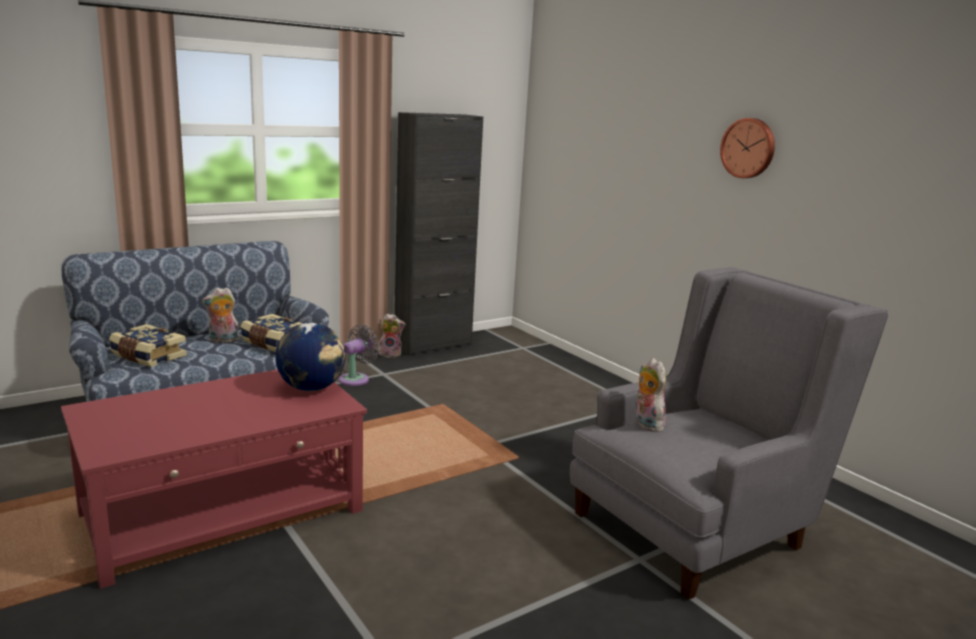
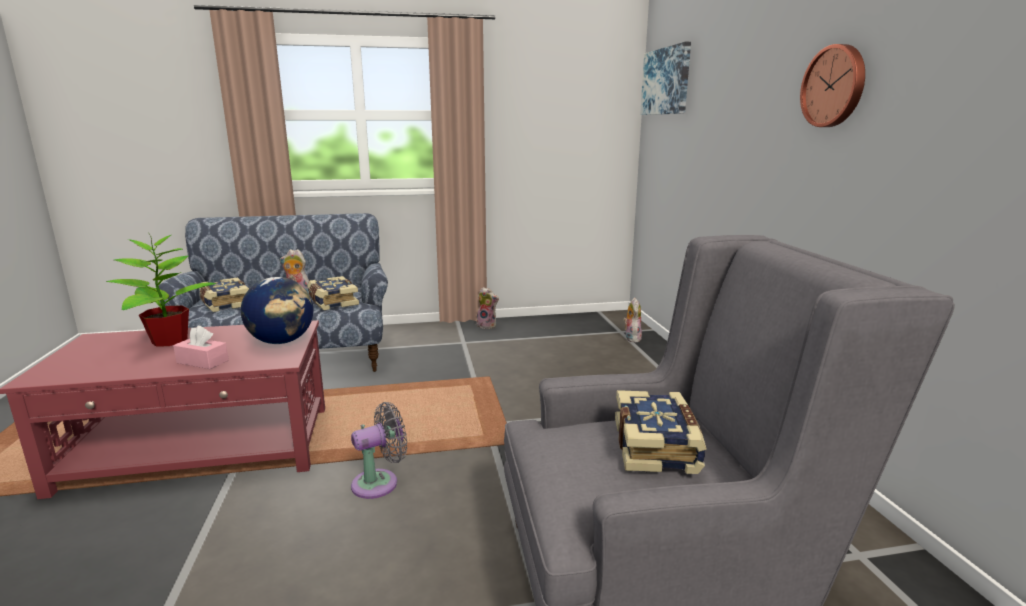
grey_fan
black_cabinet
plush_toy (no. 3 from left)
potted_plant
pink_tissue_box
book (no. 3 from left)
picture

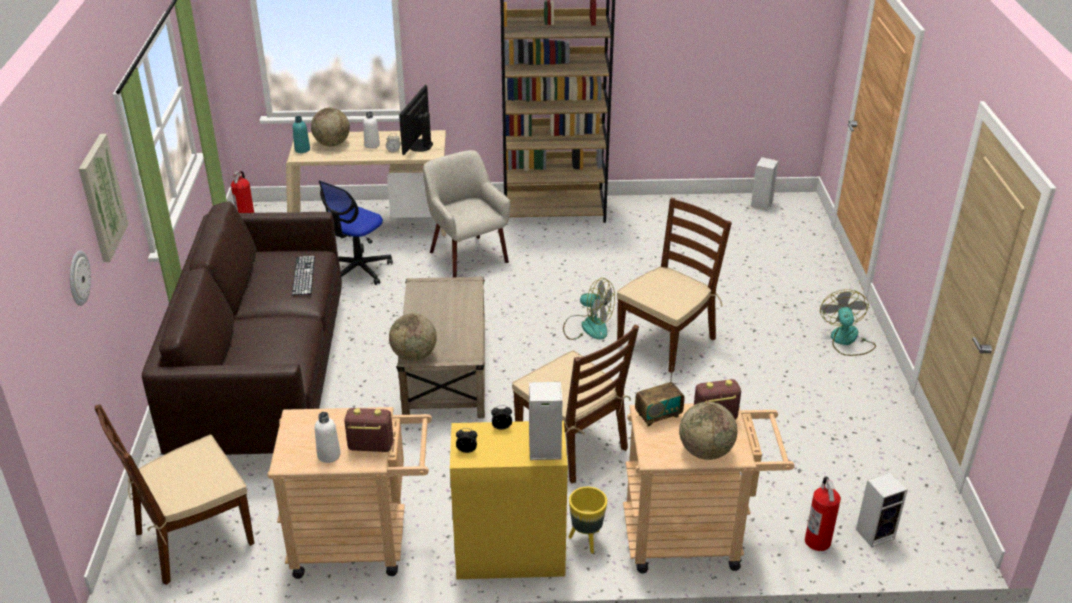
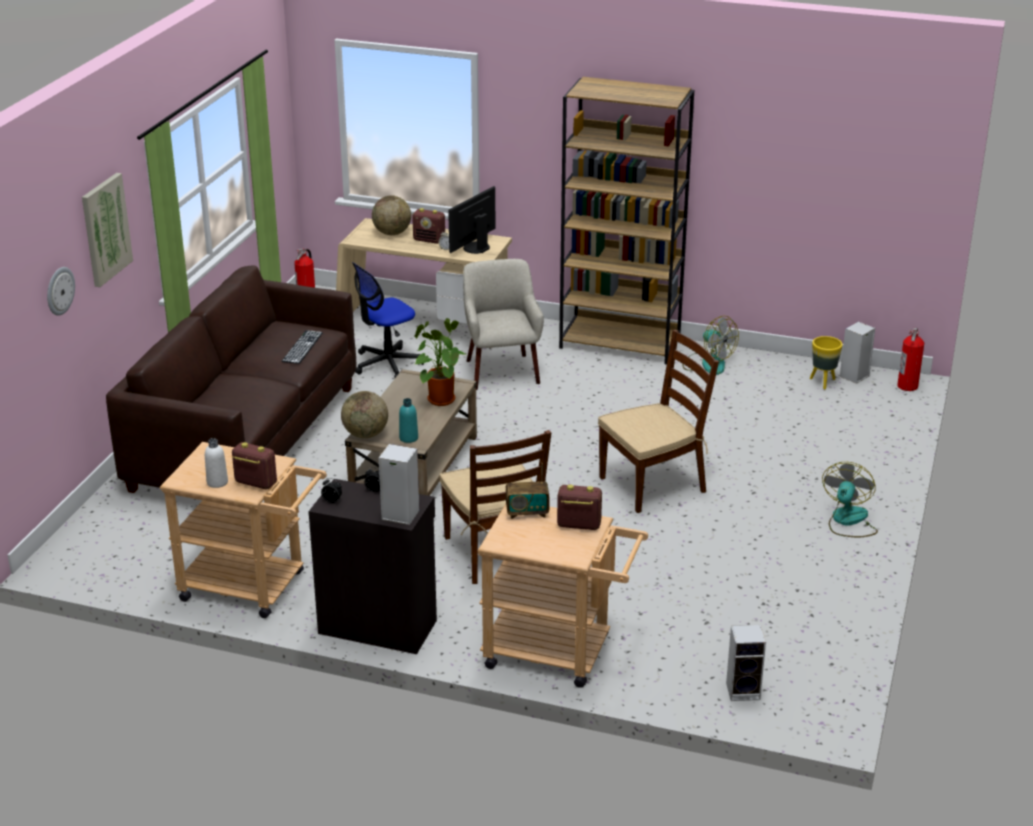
brown_chair (no. 1 from left in the first image)
turquoise_bottle
radio (no. 2 from left)
black_cabinet
fan (no. 1 from left)
yellow_planter
globe (no. 3 from left in the first image)
fire_extinguisher (no. 2 from left)
potted_plant

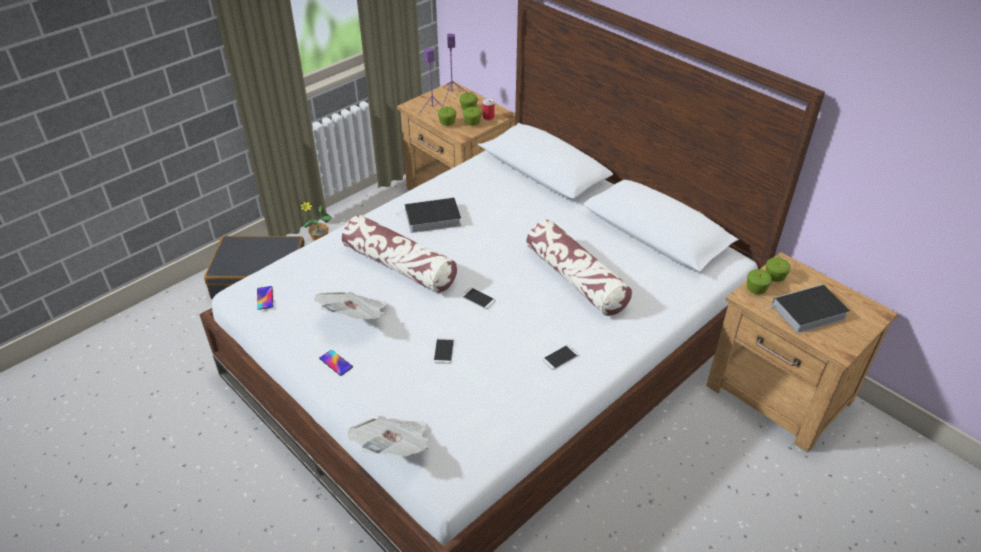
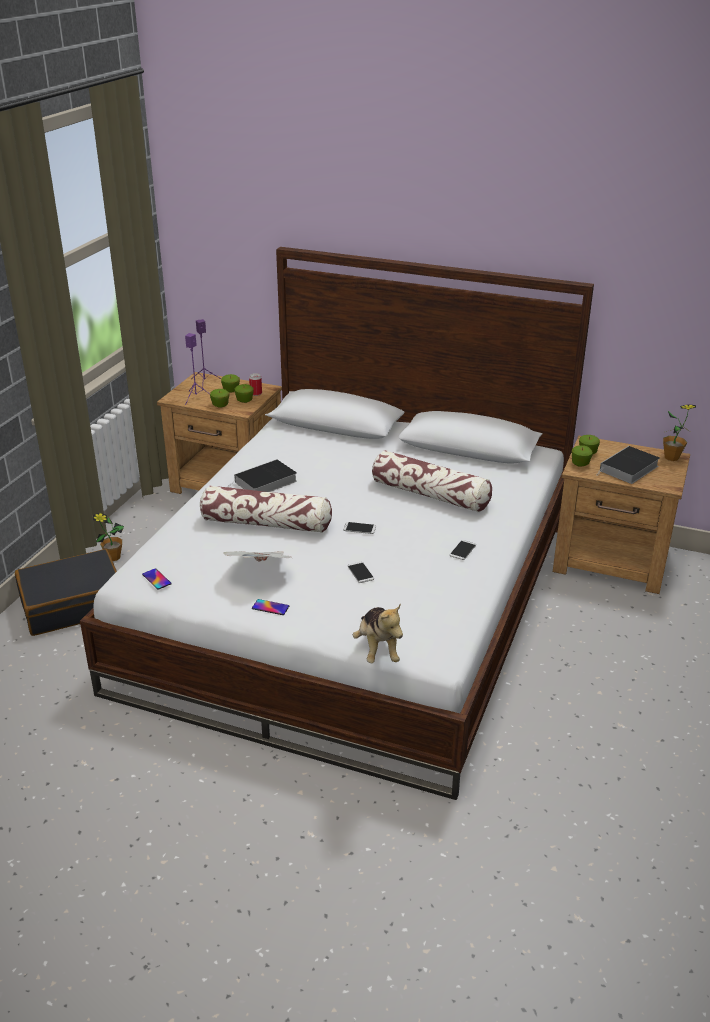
plush_toy
potted_plant (no. 2 from left)

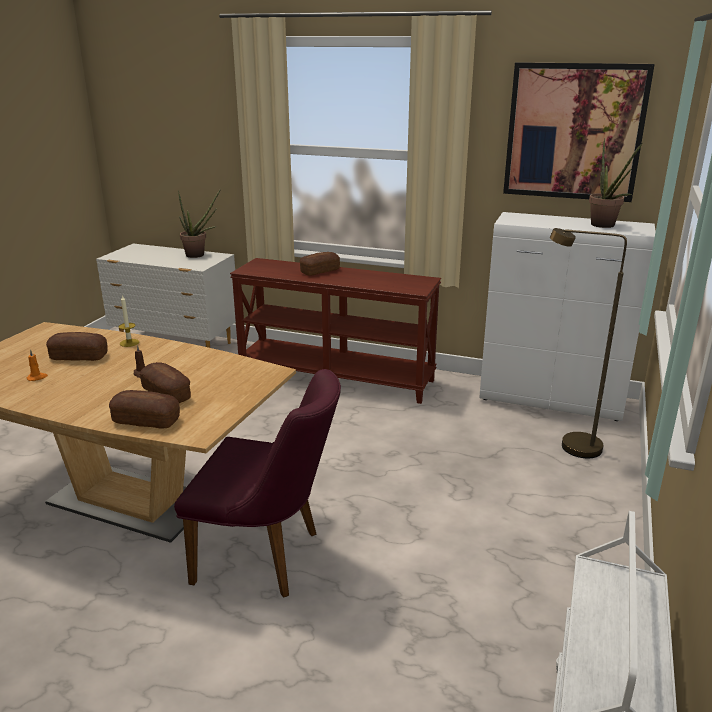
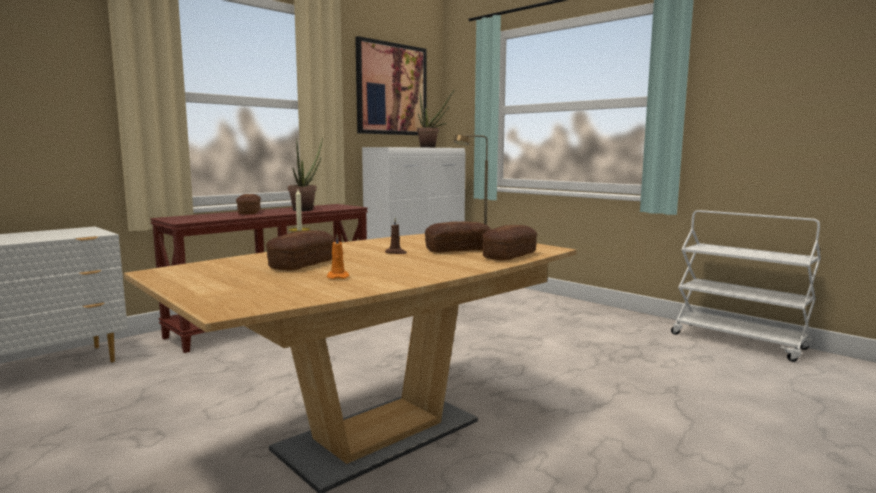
purple_chair
potted_plant (no. 1 from left)

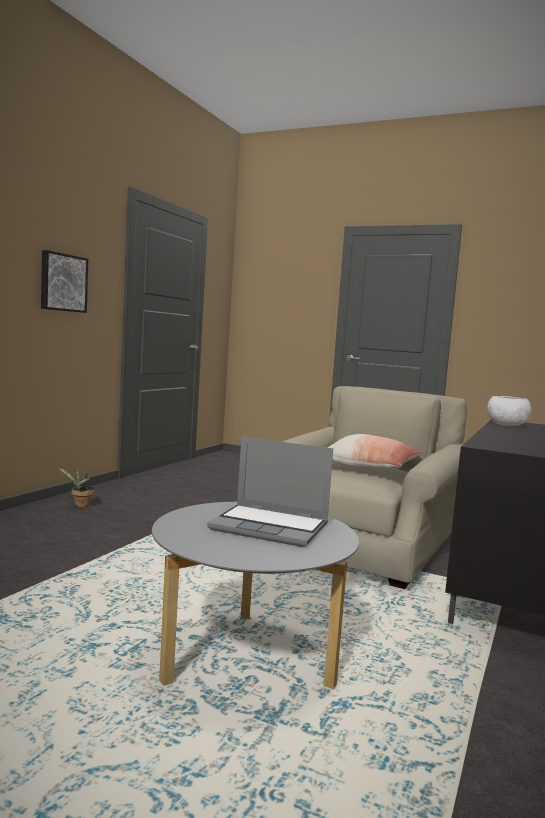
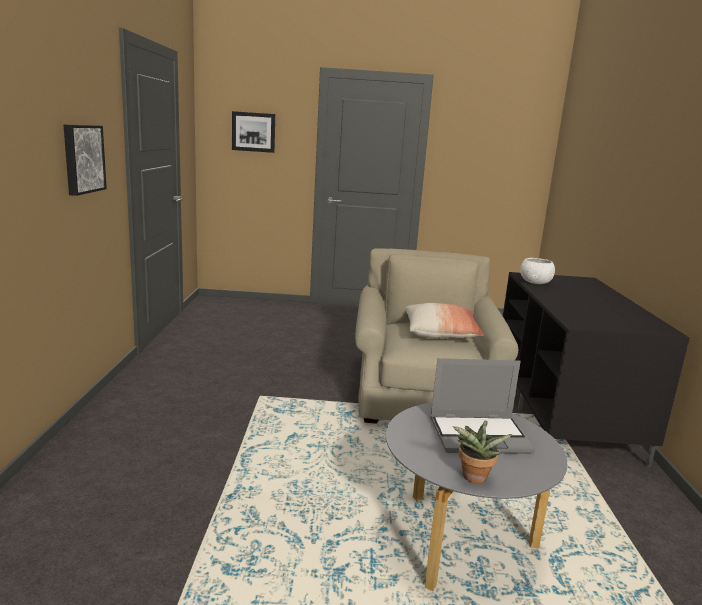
potted_plant
picture (no. 2 from left)

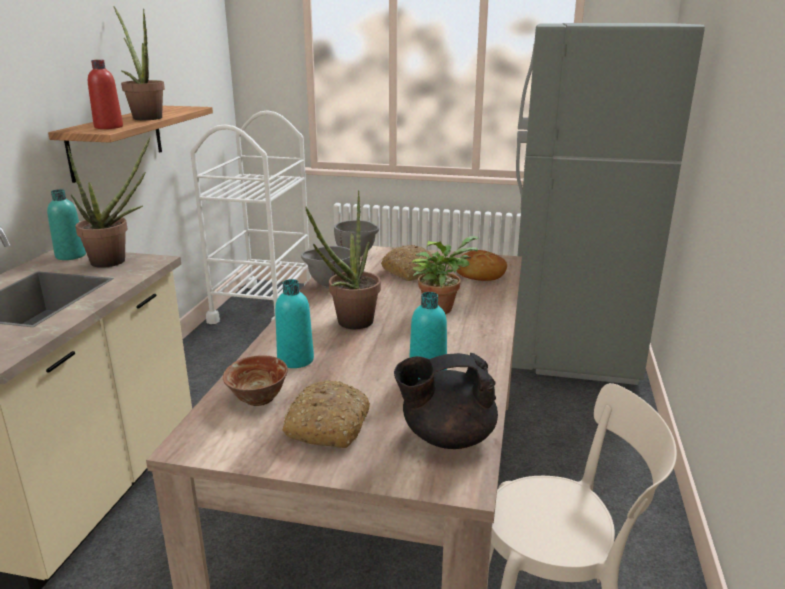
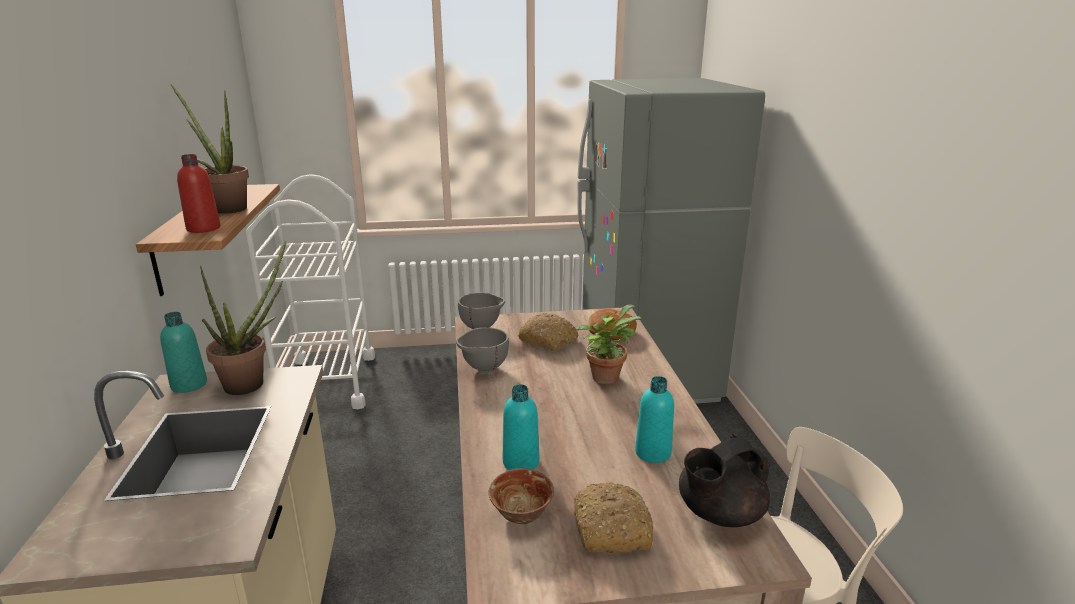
potted_plant (no. 3 from left in the first image)

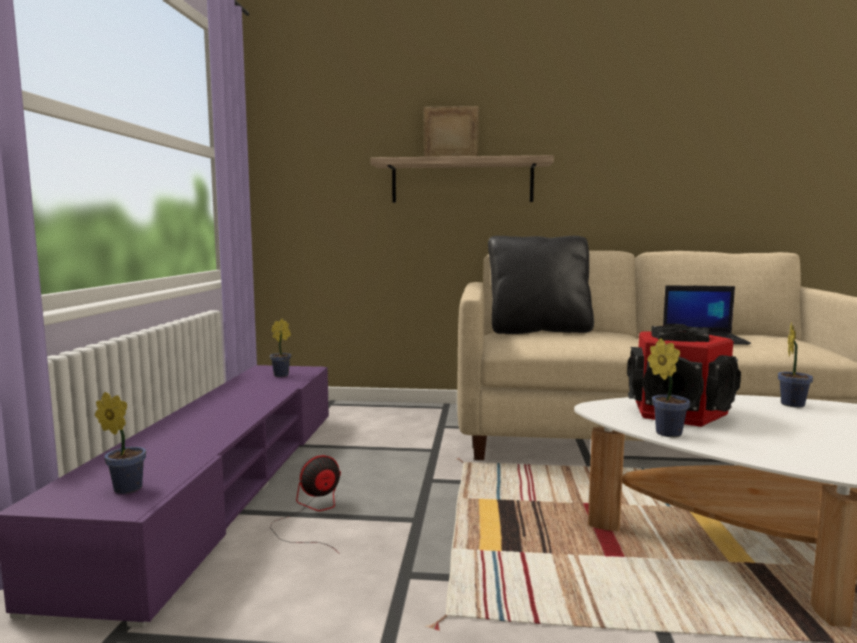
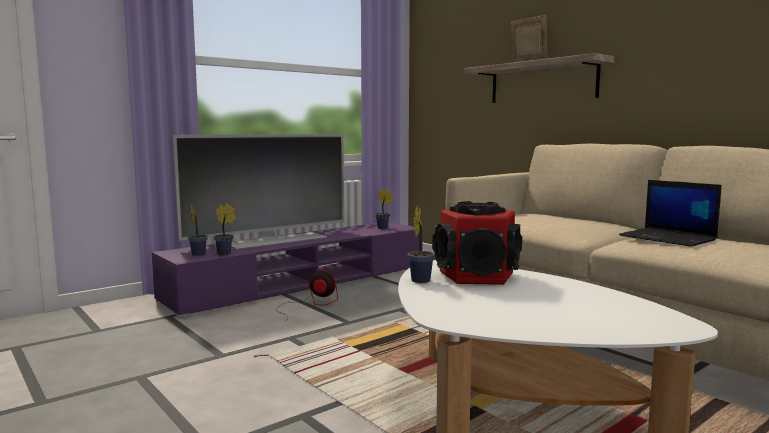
black_pillow
potted_plant (no. 2 from left)
television

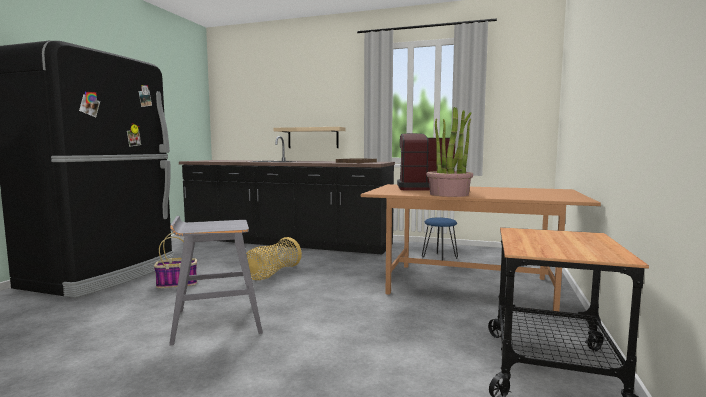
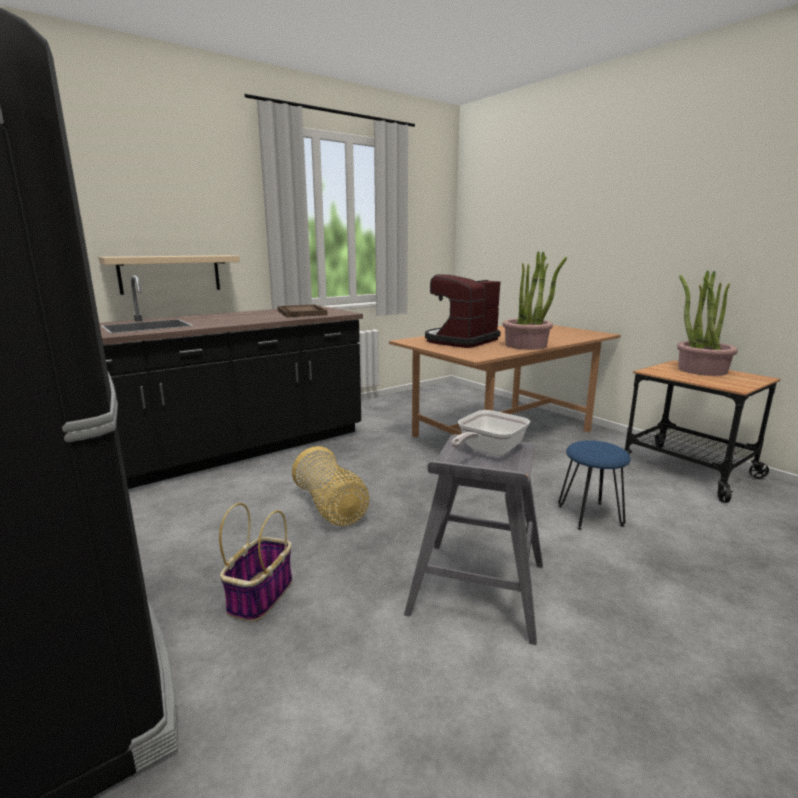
blue_stool
frying_pan
potted_plant (no. 2 from left)

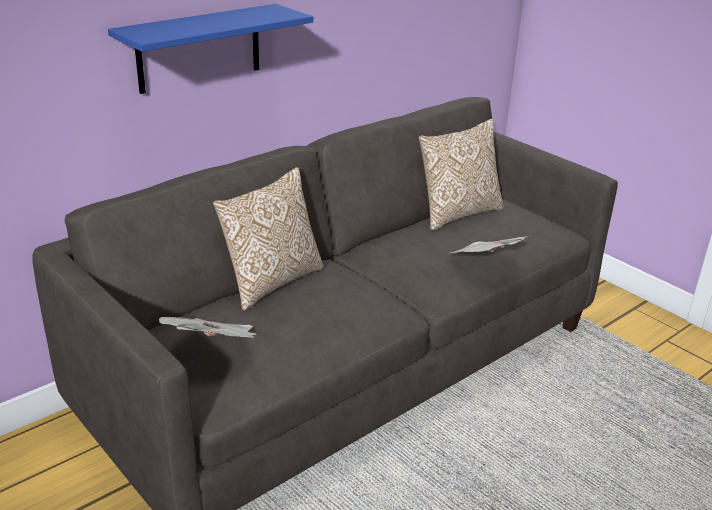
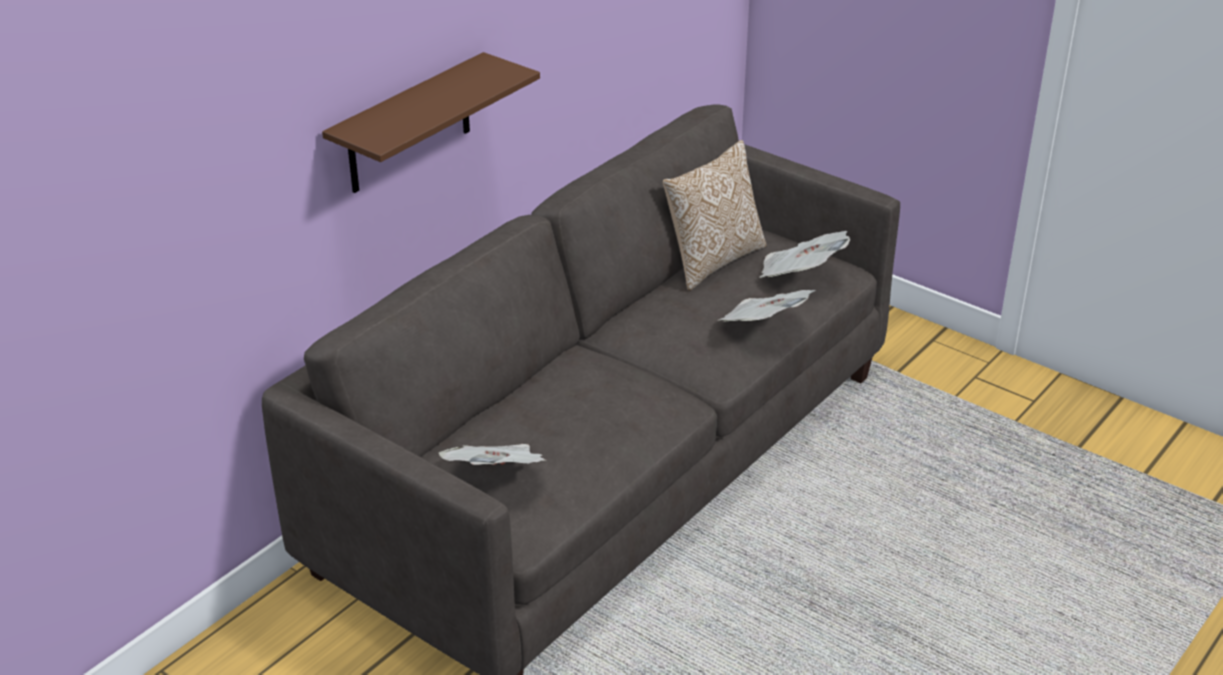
brown_shelf
pillow (no. 1 from left in the first image)
newspaper (no. 3 from left)

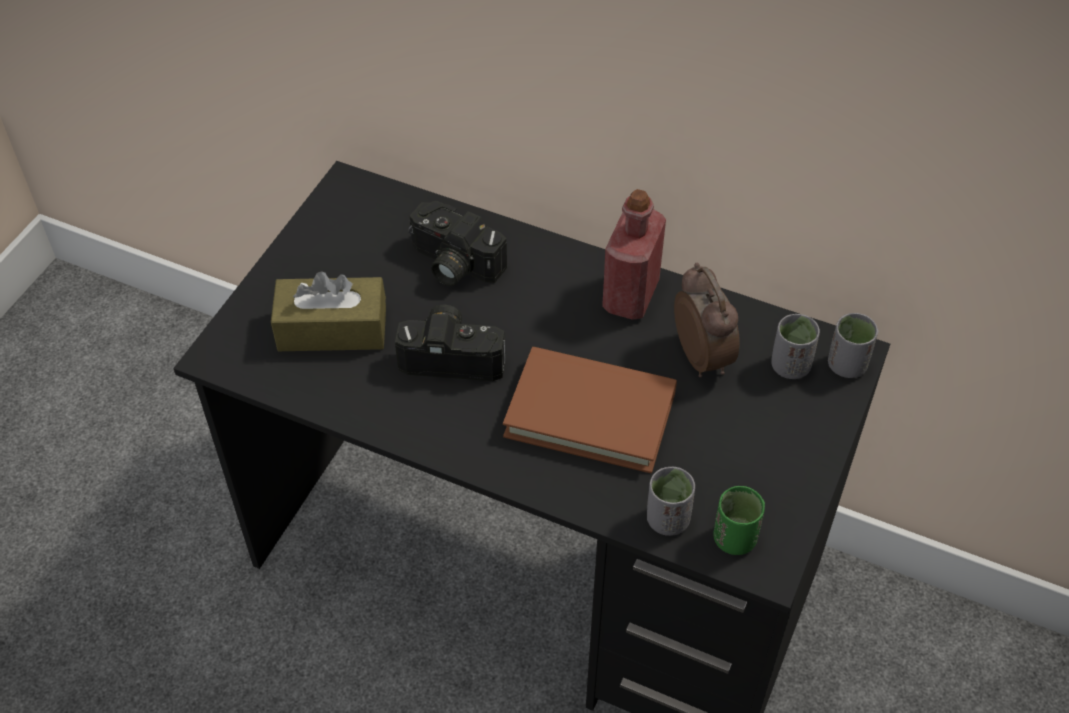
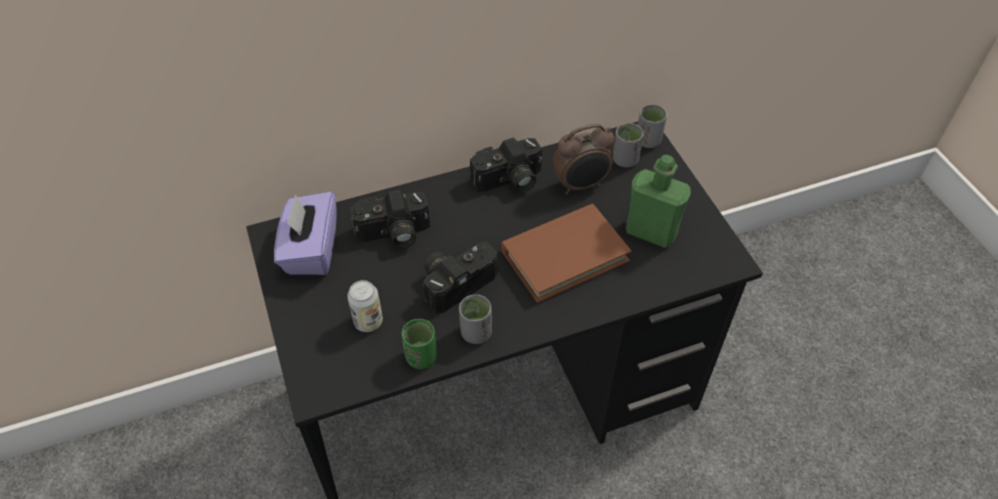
can
photo_camera (no. 3 from left)
grey_cup (no. 1 from left)
alarm_clock
green_cup
purple_tissue_box
green_bottle

